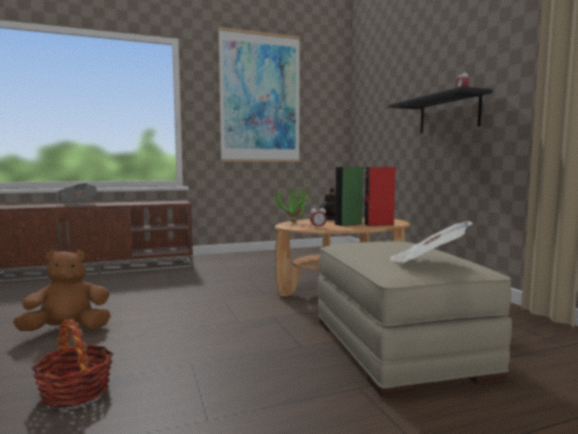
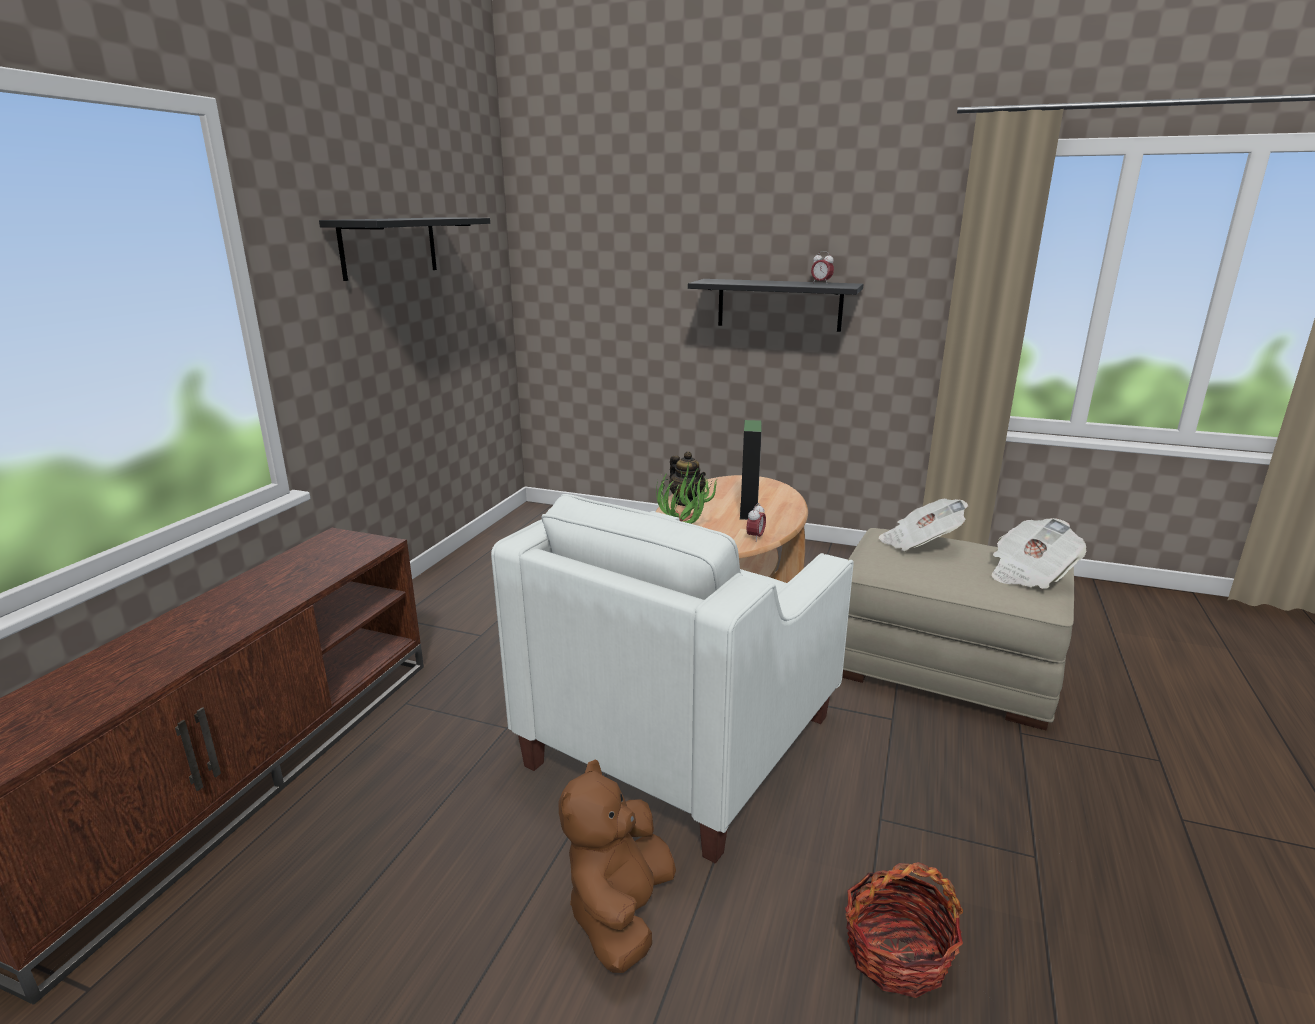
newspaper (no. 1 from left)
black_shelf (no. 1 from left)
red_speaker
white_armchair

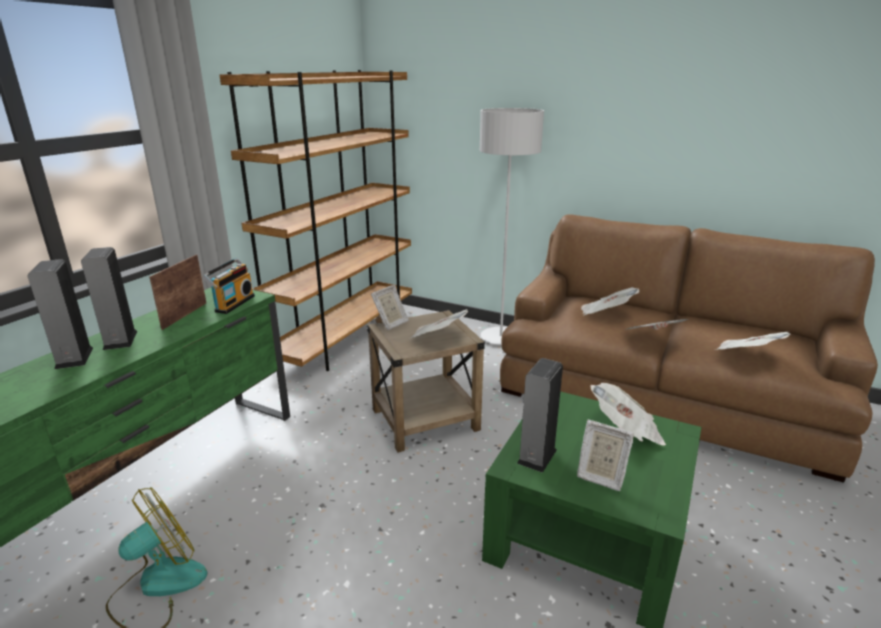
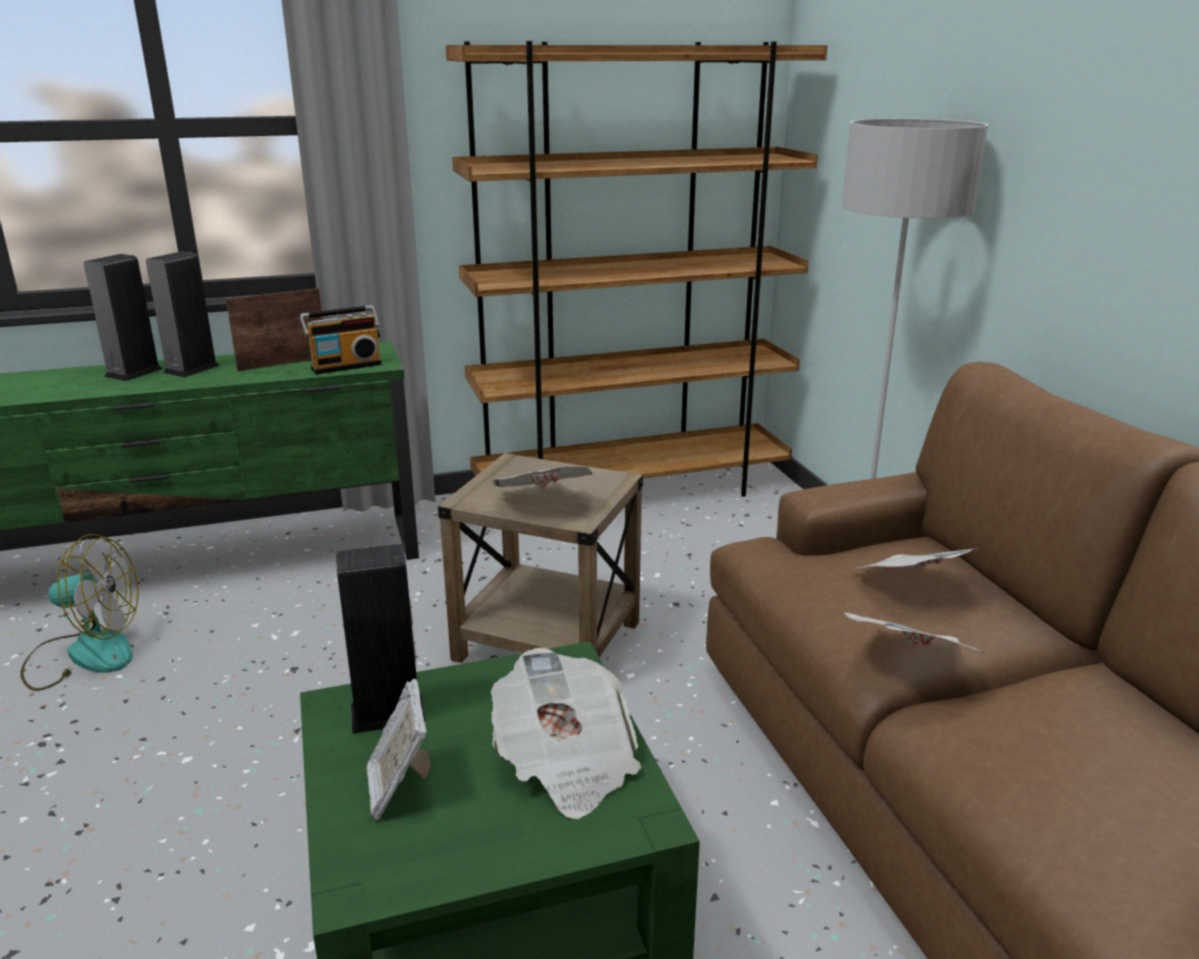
picture_frame (no. 2 from left in the first image)
newspaper (no. 5 from left in the first image)

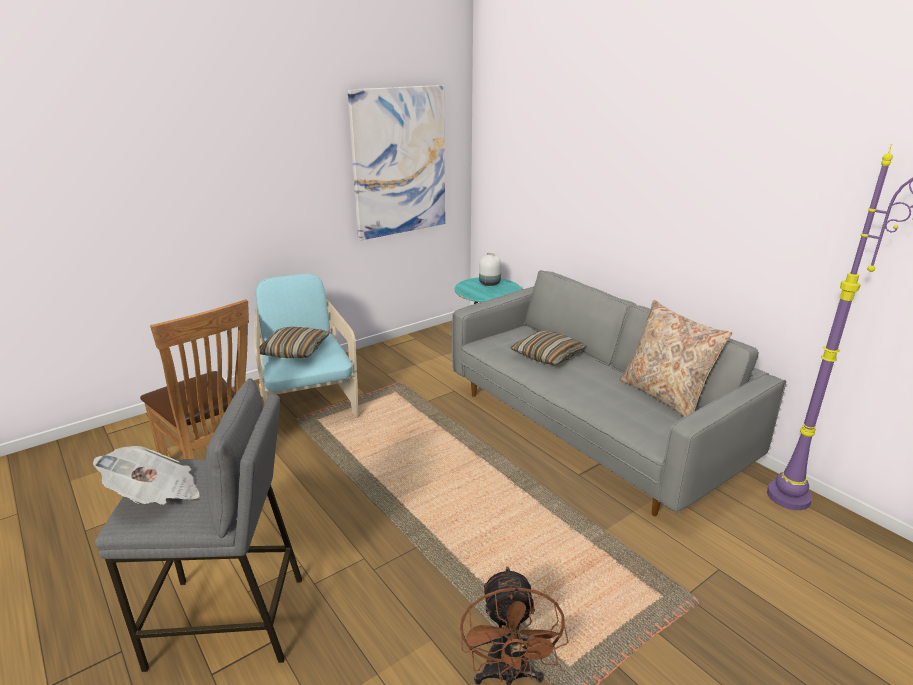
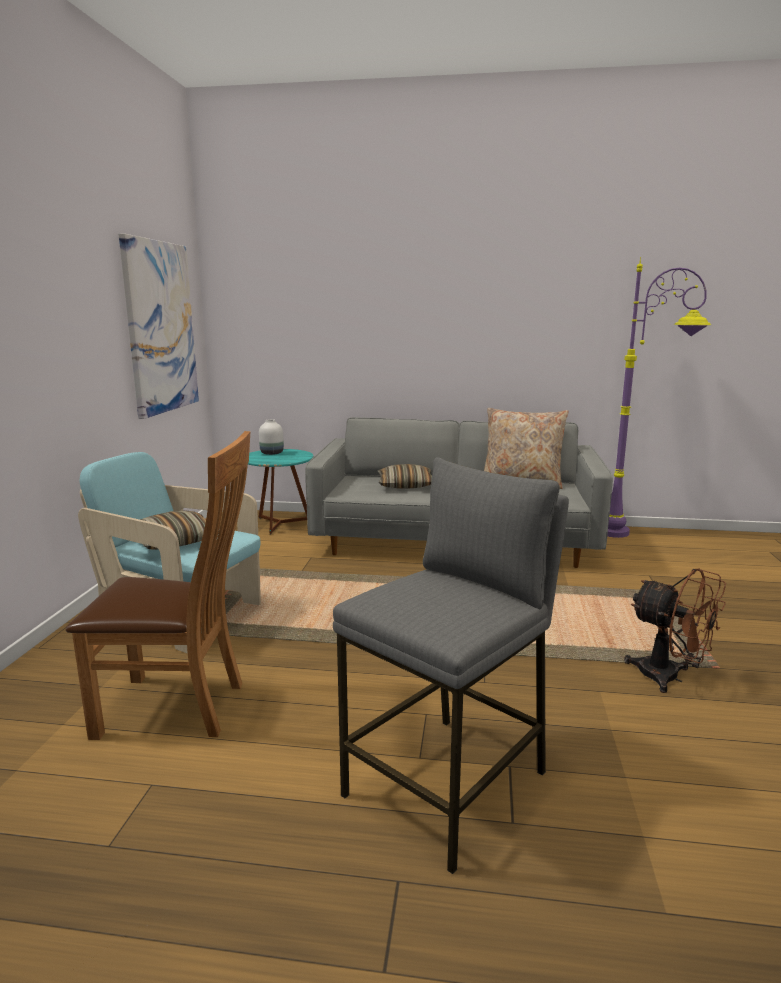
newspaper

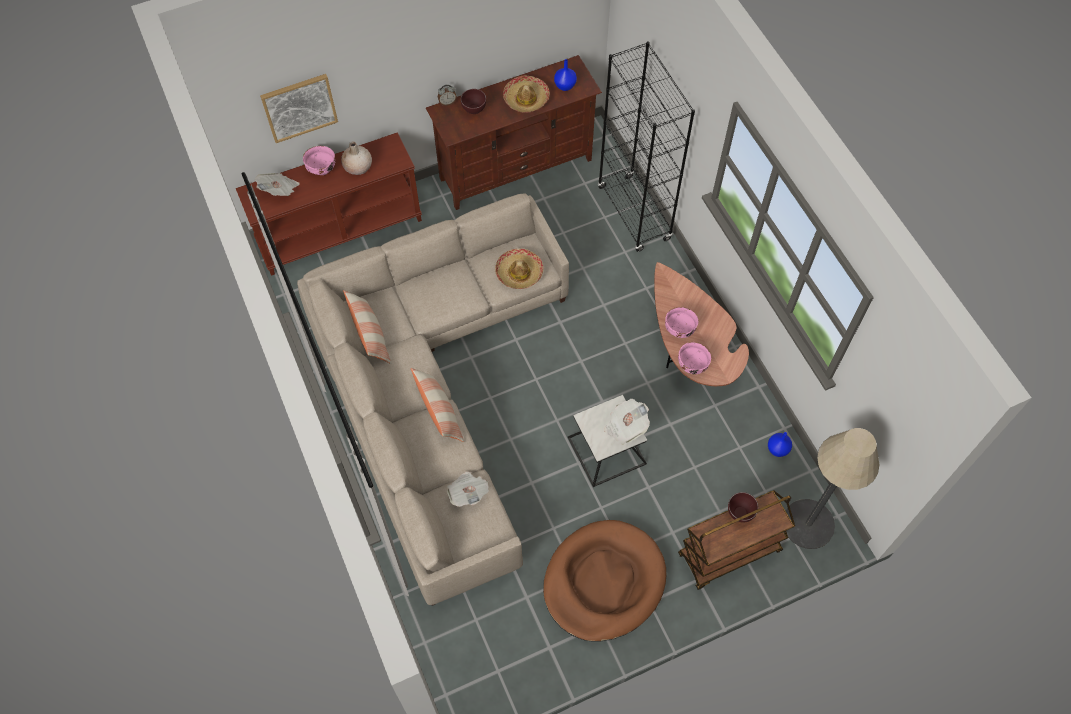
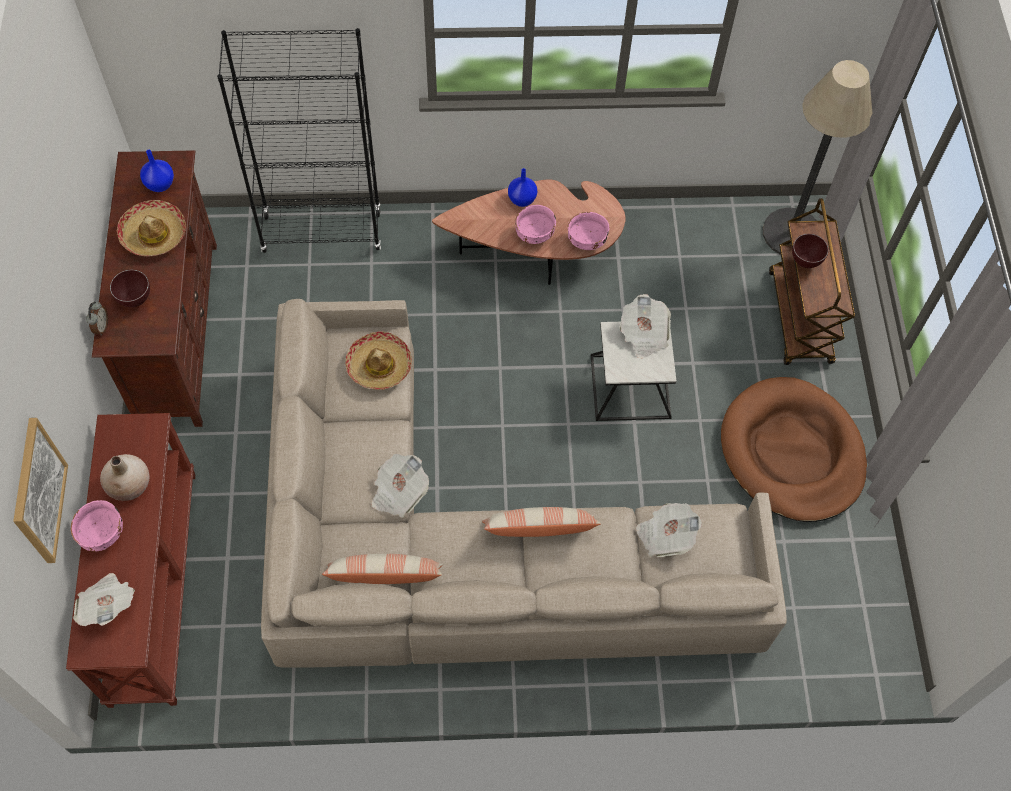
blue_vase (no. 2 from left)
newspaper (no. 2 from left)

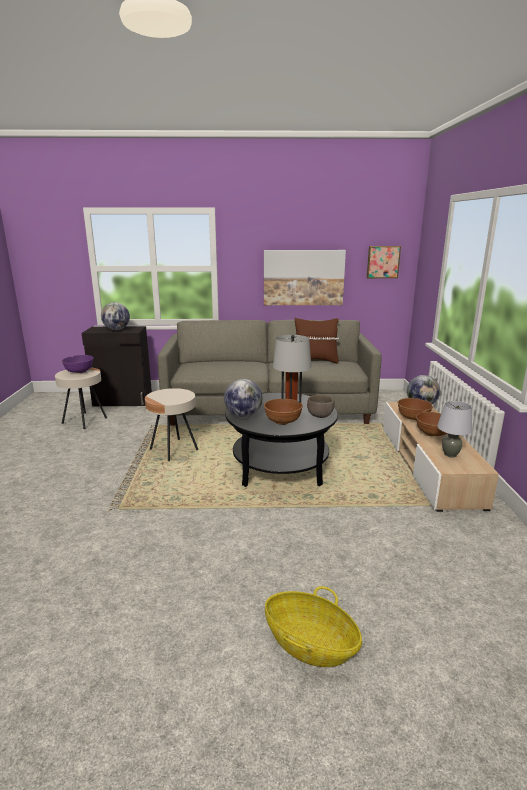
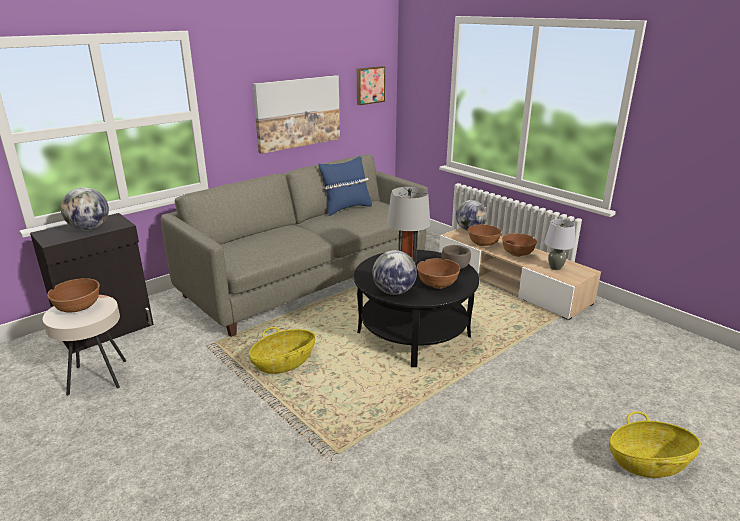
brown_bowl (no. 1 from left)
basket (no. 1 from left)
blue_pillow

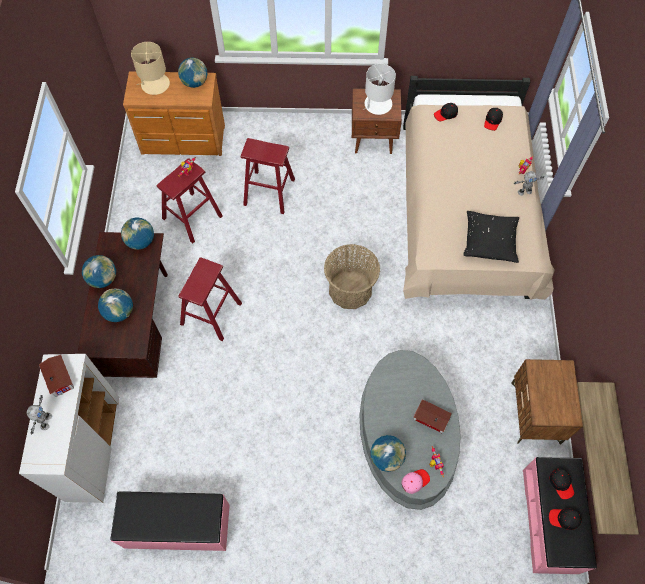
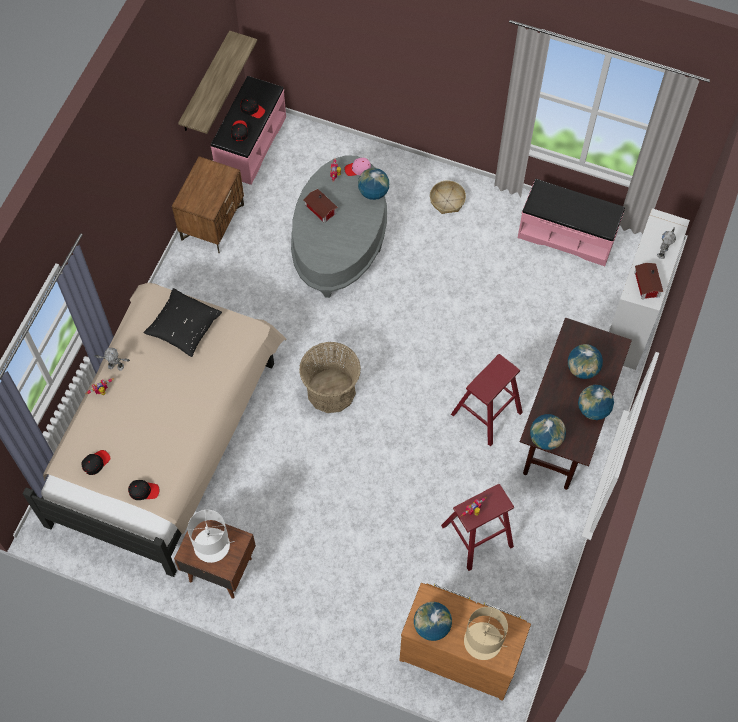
red_stool (no. 3 from left in the first image)
basket (no. 2 from left)

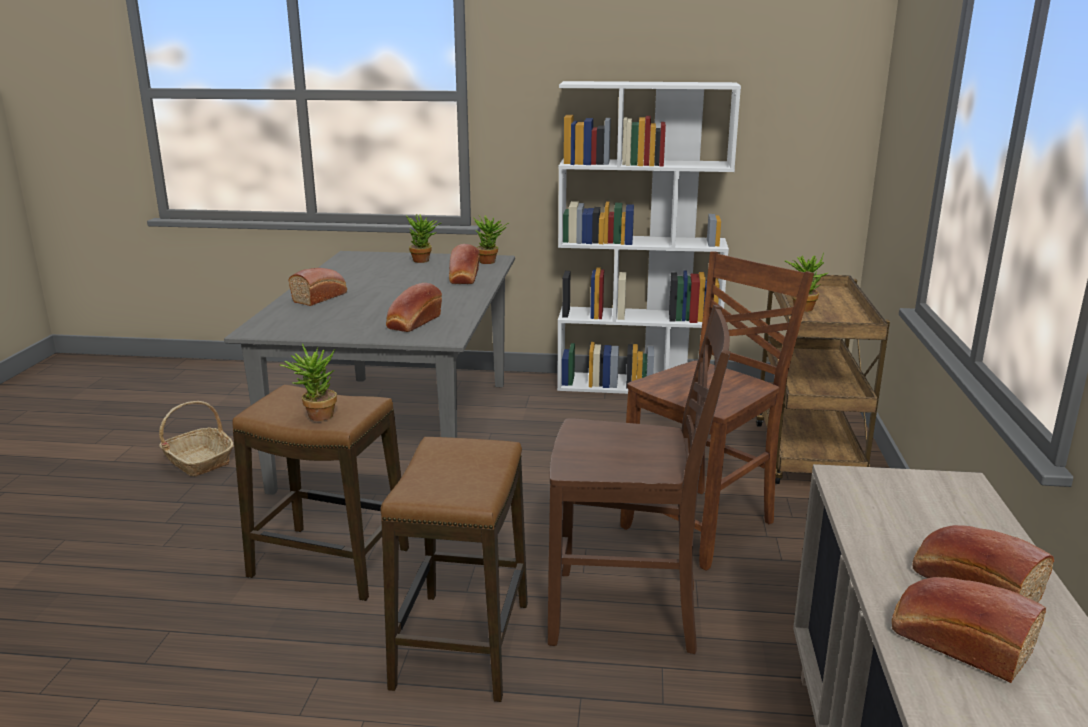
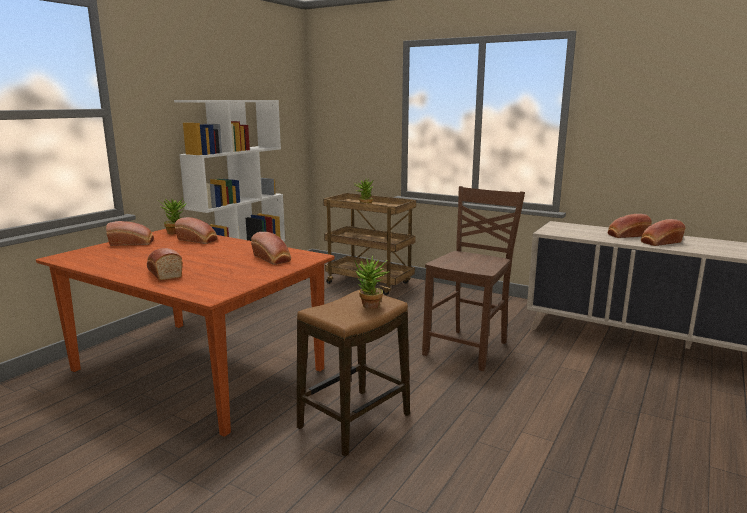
basket
brown_dining_table
stool (no. 2 from left in the first image)
bread (no. 1 from left)
brown_chair (no. 2 from left in the first image)

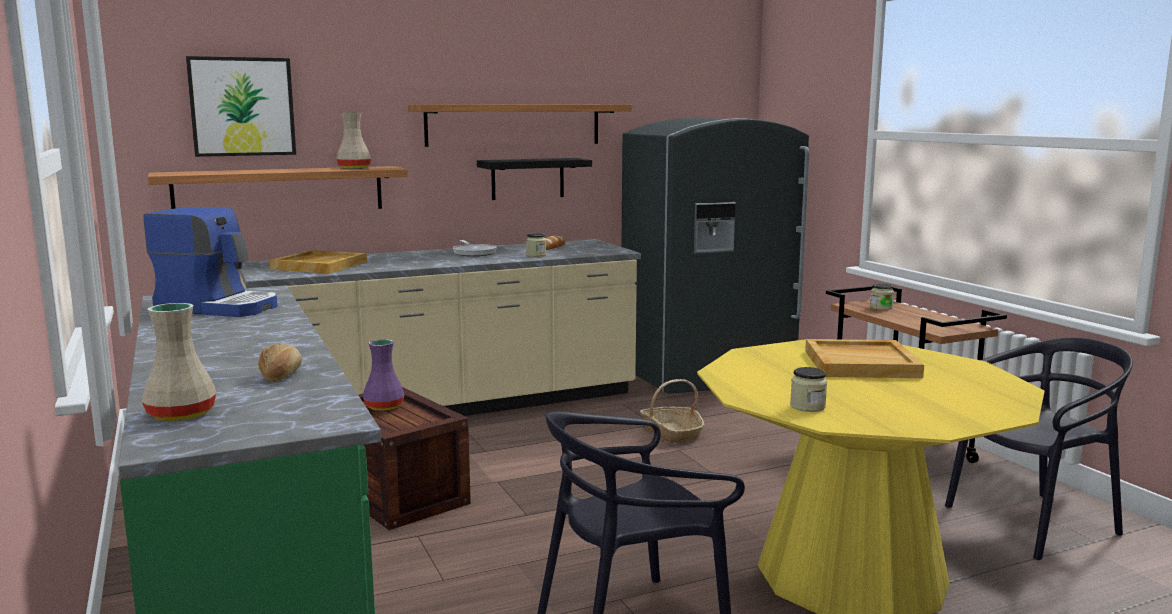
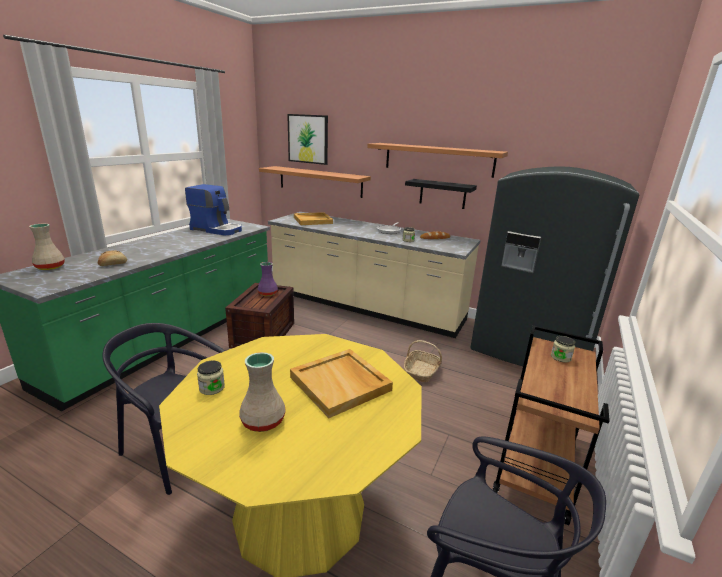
coffee_machine
beige_vase (no. 2 from left)

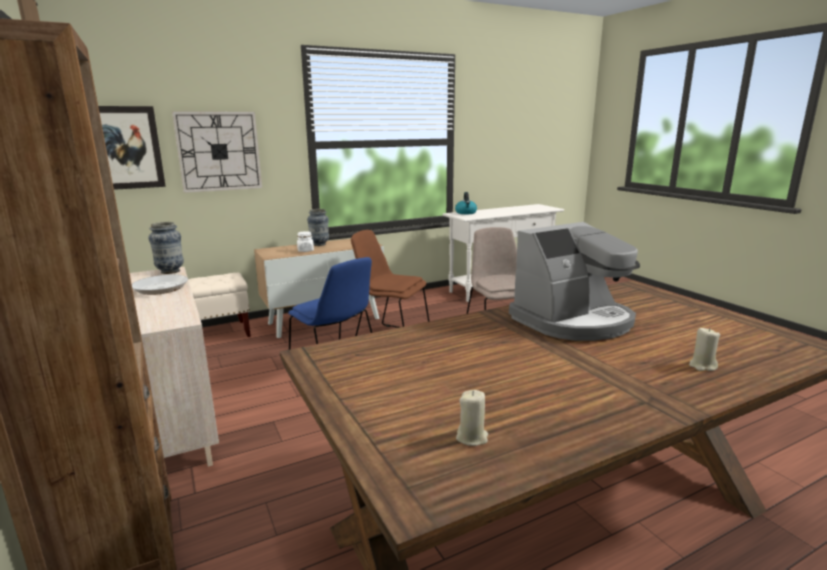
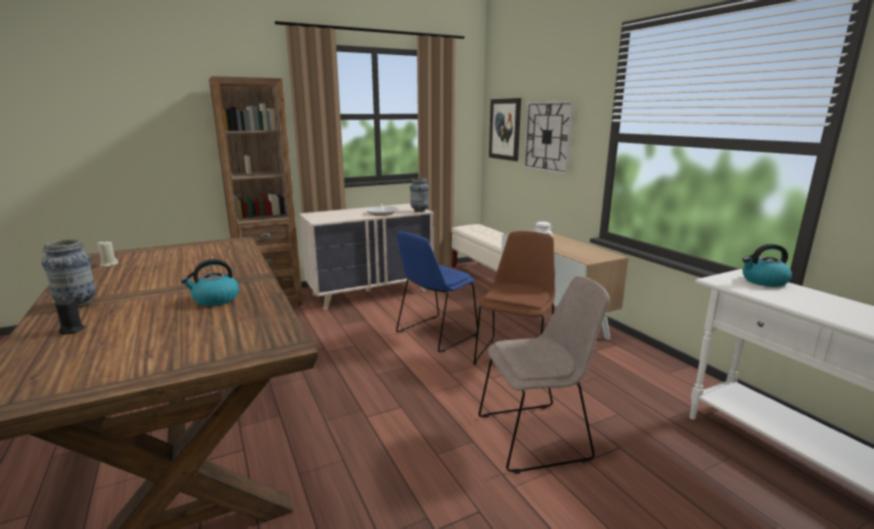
vase (no. 1 from left)
kettle (no. 1 from left)
black_candle

